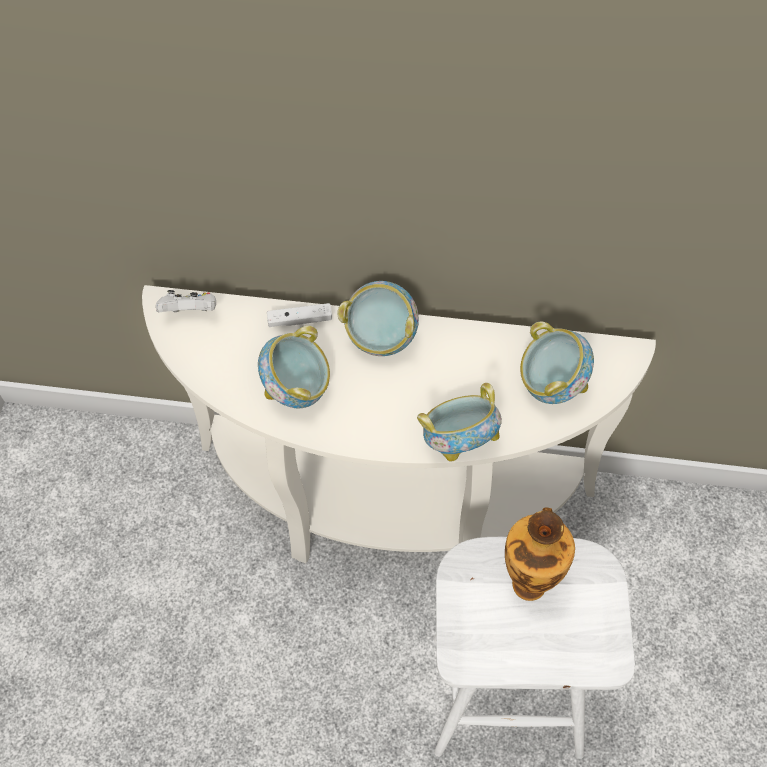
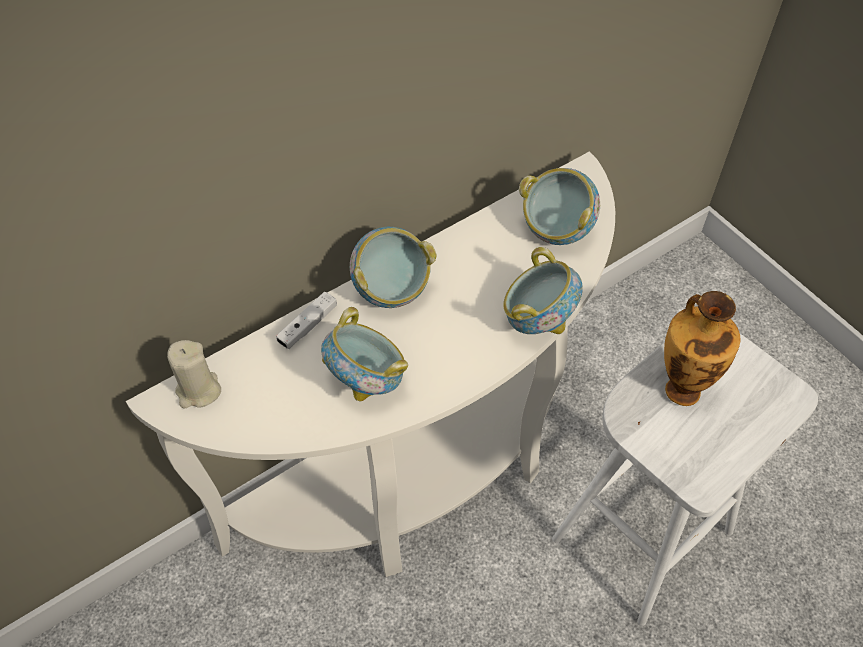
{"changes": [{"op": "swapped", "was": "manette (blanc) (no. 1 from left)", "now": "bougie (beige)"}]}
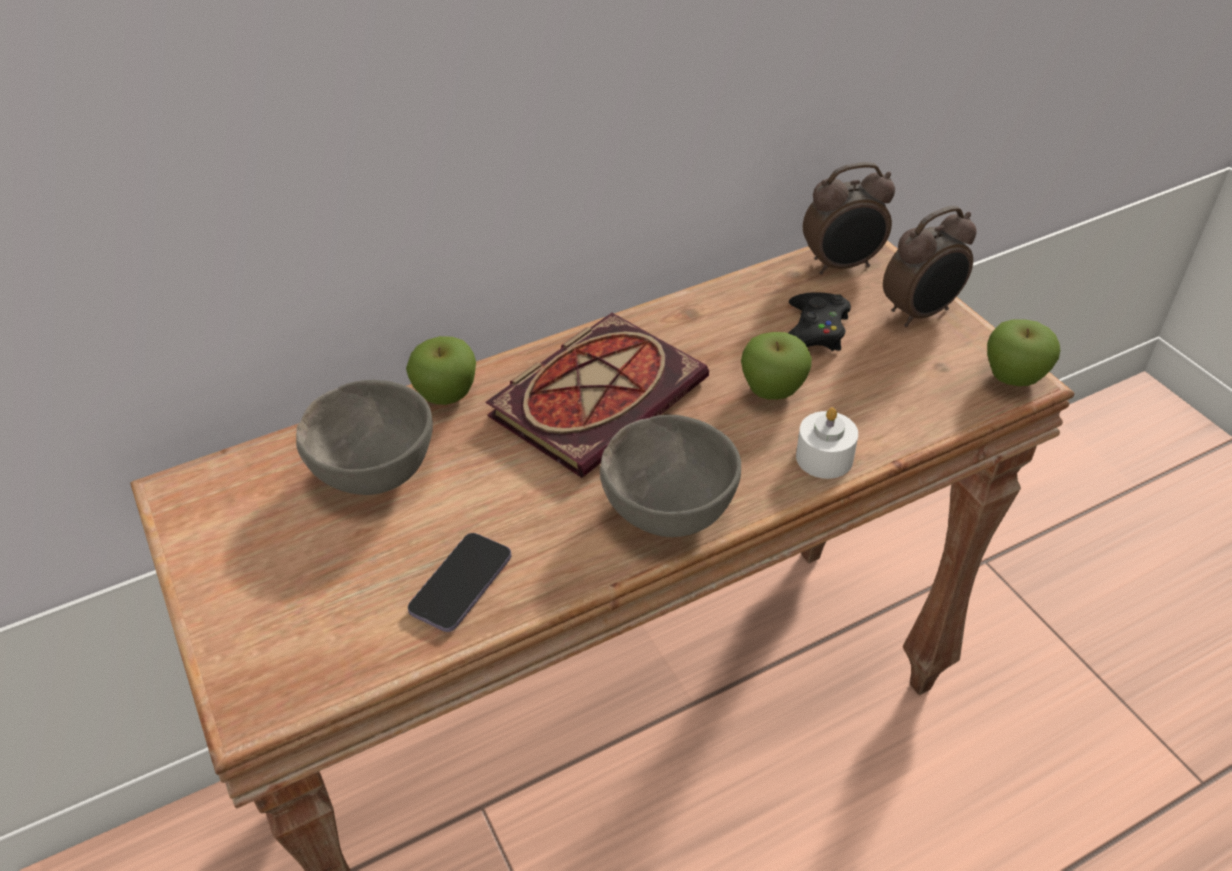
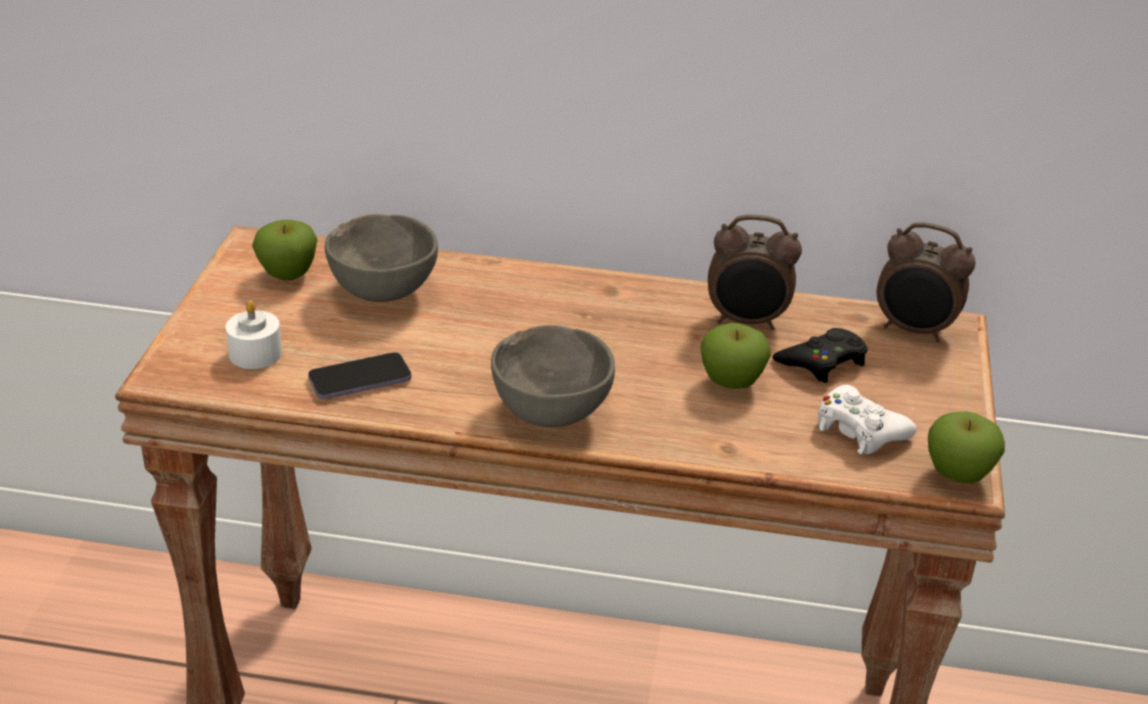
{"changes": [{"op": "shifted", "was": "réveil (no. 2 from left in the first image)", "now": "réveil (no. 1 from left)"}, {"op": "gone", "was": "livre"}, {"op": "shifted", "was": "pomme (no. 1 from left)"}, {"op": "shifted", "was": "bougie (blanc)"}, {"op": "new", "now": "manette (blanc)"}]}
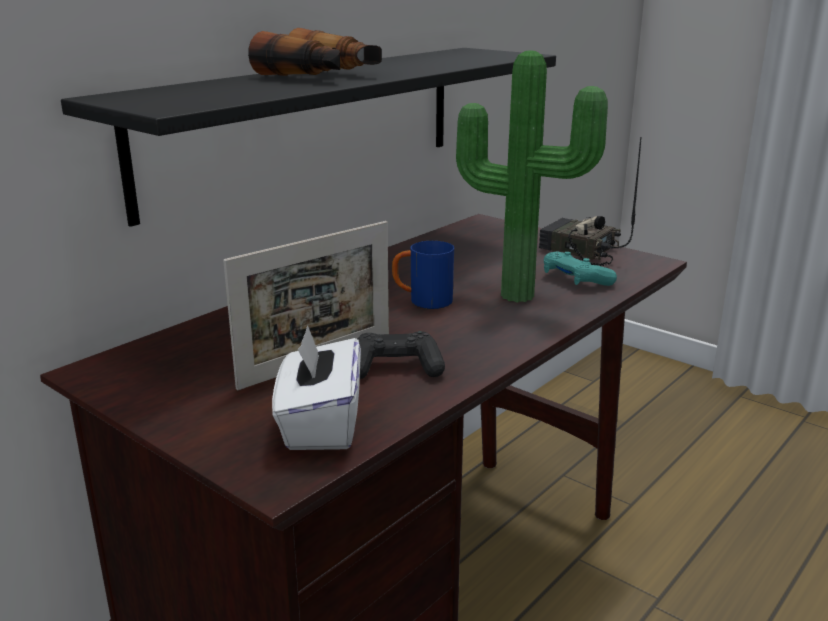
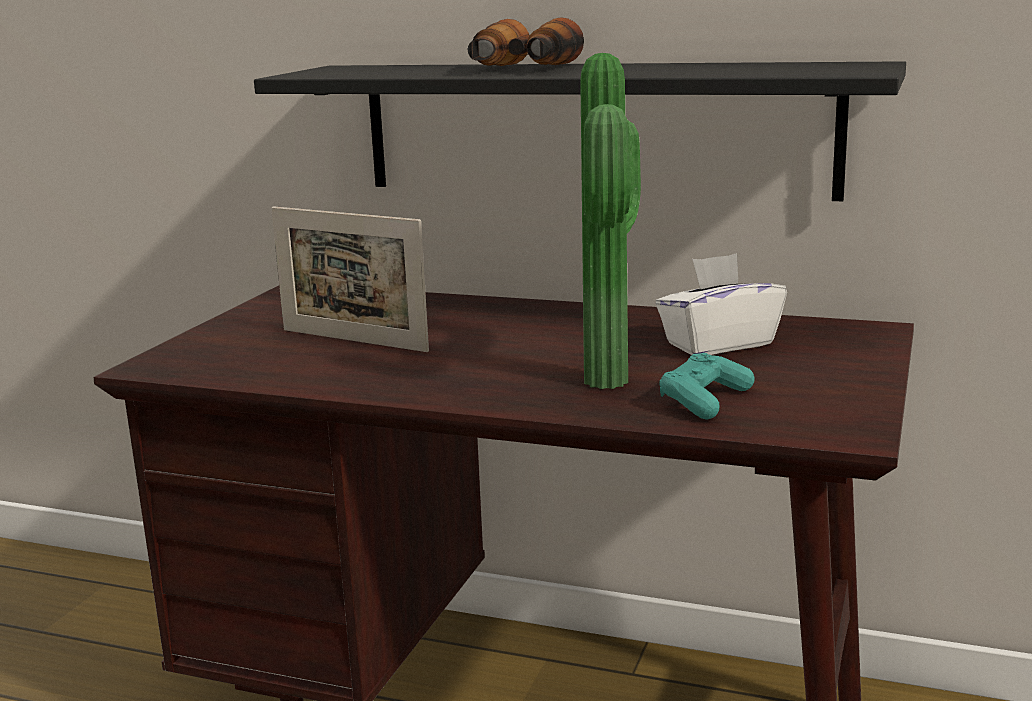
{"changes": [{"op": "gone", "was": "radio"}, {"op": "gone", "was": "mug (bleu)"}, {"op": "shifted", "was": "boîte à mouchoirs (blanc)"}, {"op": "gone", "was": "manette (noir)"}]}
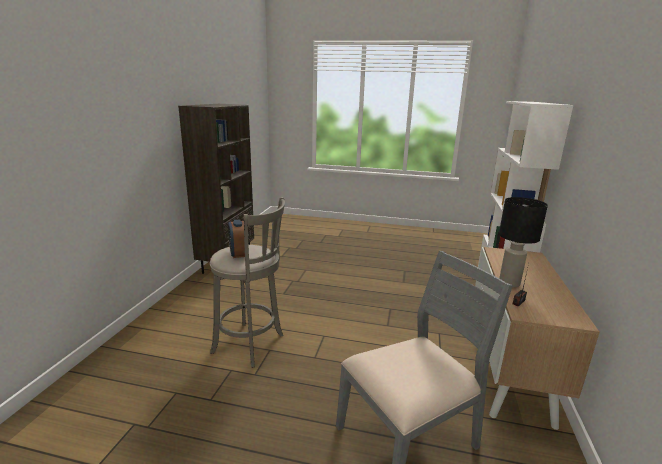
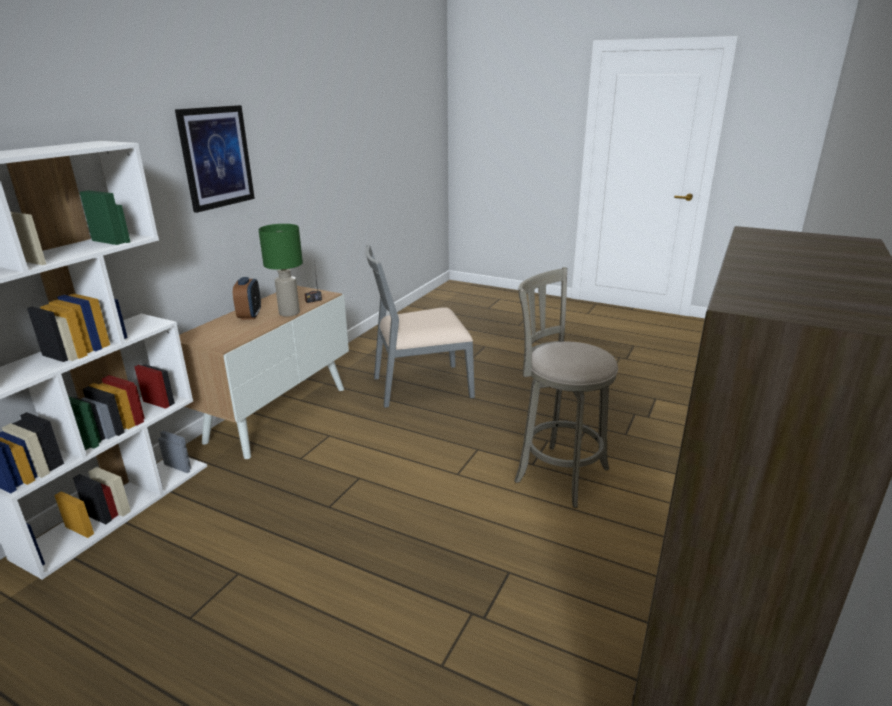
{"changes": [{"op": "repainted", "was": "lampe de table (noir)", "now": "lampe de table (vert)"}, {"op": "shifted", "was": "réveil"}, {"op": "new", "now": "tableau"}]}
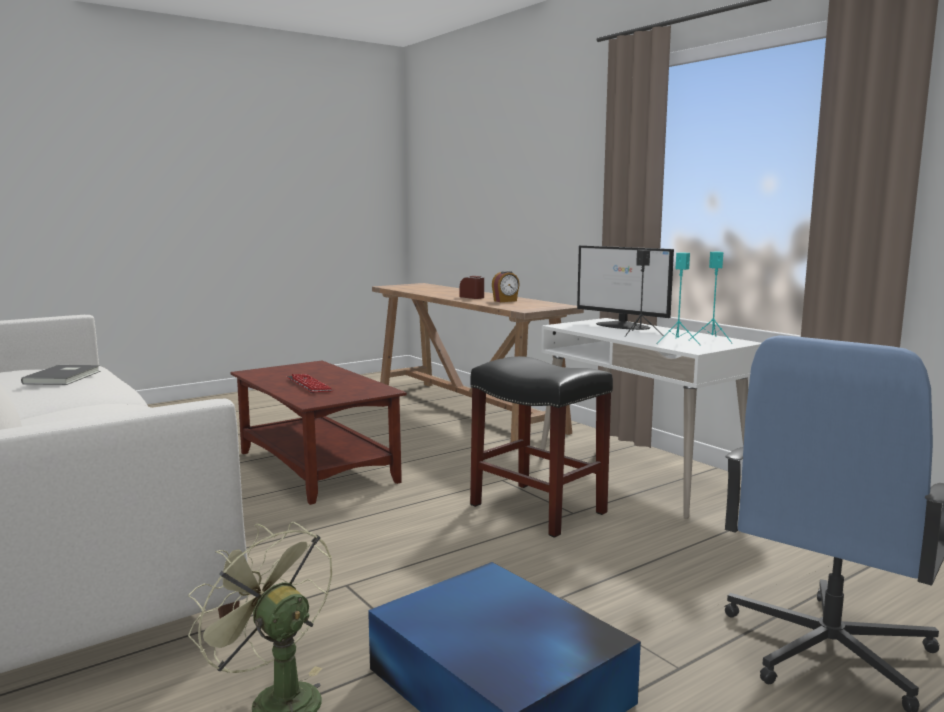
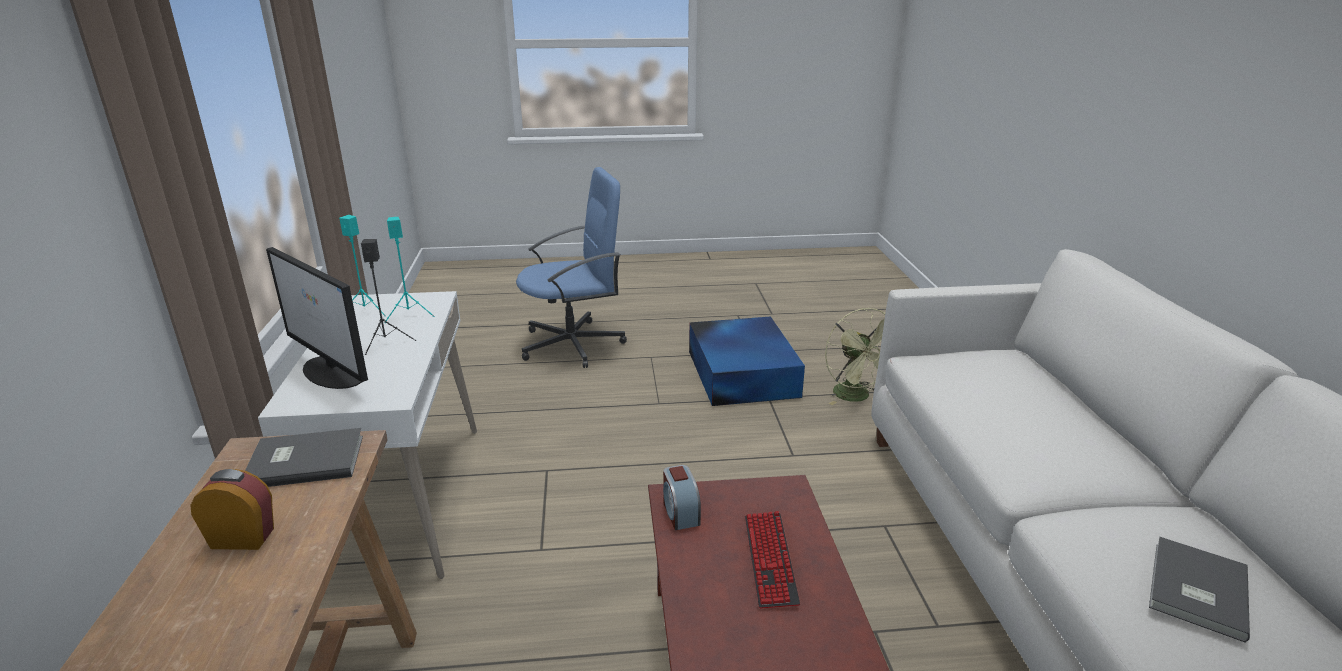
{"changes": [{"op": "rotated", "was": "écran d'ordinateur", "clockwise": 150}, {"op": "shifted", "was": "réveil (no. 1 from left in the first image)", "now": "réveil (no. 2 from left)"}, {"op": "gone", "was": "tabouret (noir)"}, {"op": "new", "now": "livre (gris) (no. 1 from left)"}]}
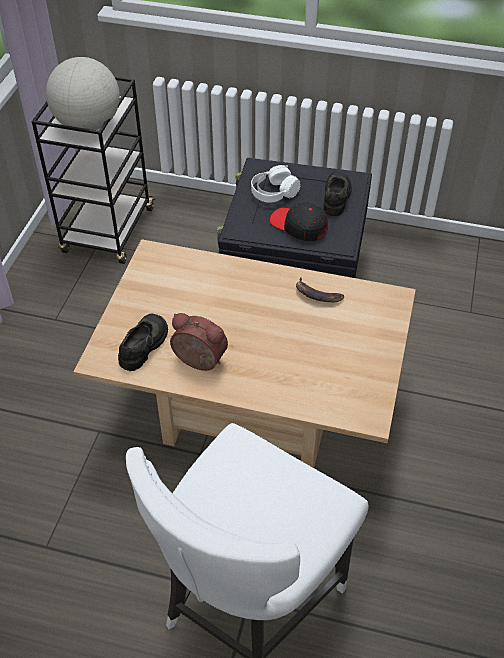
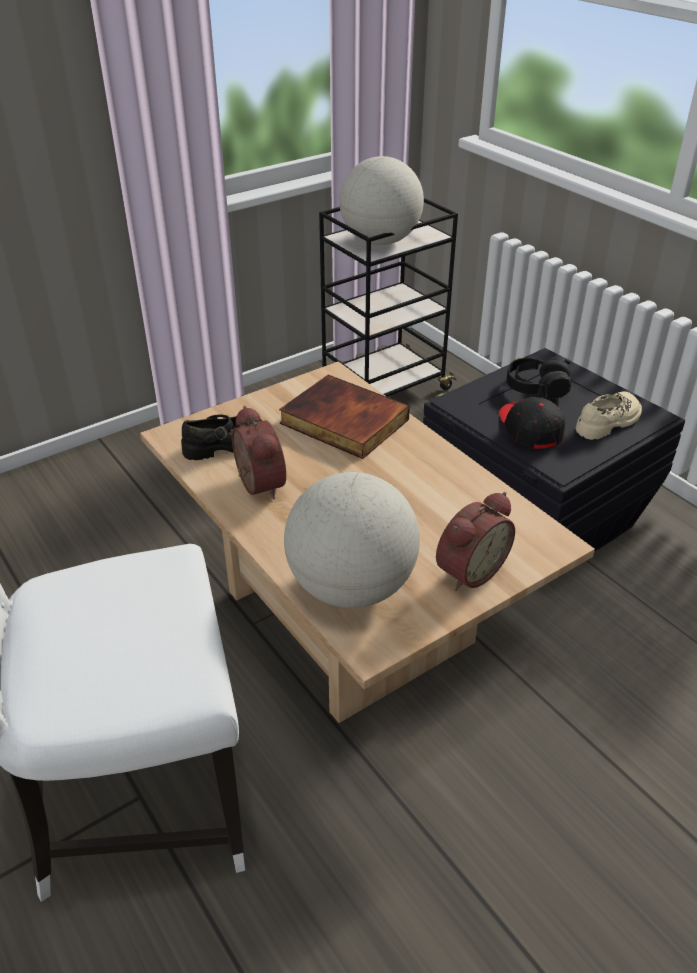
{"changes": [{"op": "repainted", "was": "casque audio (blanc)", "now": "casque audio (noir)"}, {"op": "repainted", "was": "chaussure (noir) (no. 2 from left)", "now": "chaussure (beige)"}, {"op": "gone", "was": "banane"}, {"op": "new", "now": "livre"}, {"op": "new", "now": "globe (no. 1 from left)"}, {"op": "new", "now": "réveil (no. 2 from left)"}]}
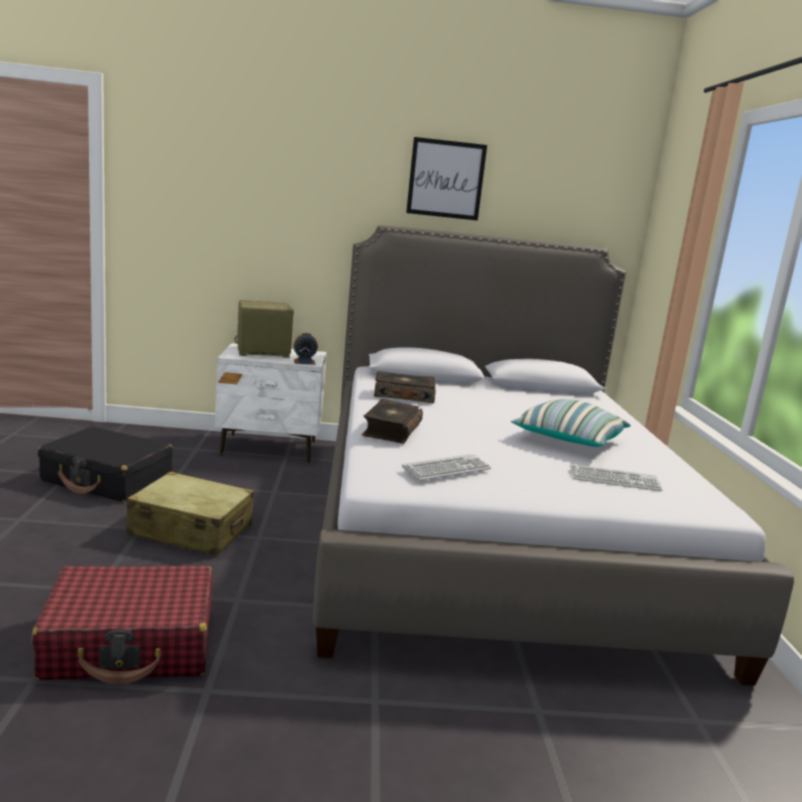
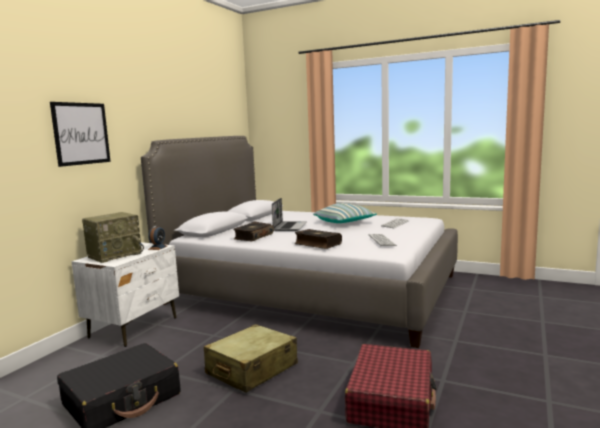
{"changes": [{"op": "shifted", "was": "tableau"}, {"op": "rotated", "was": "radio", "clockwise": -150}, {"op": "new", "now": "ordinateur portable"}]}
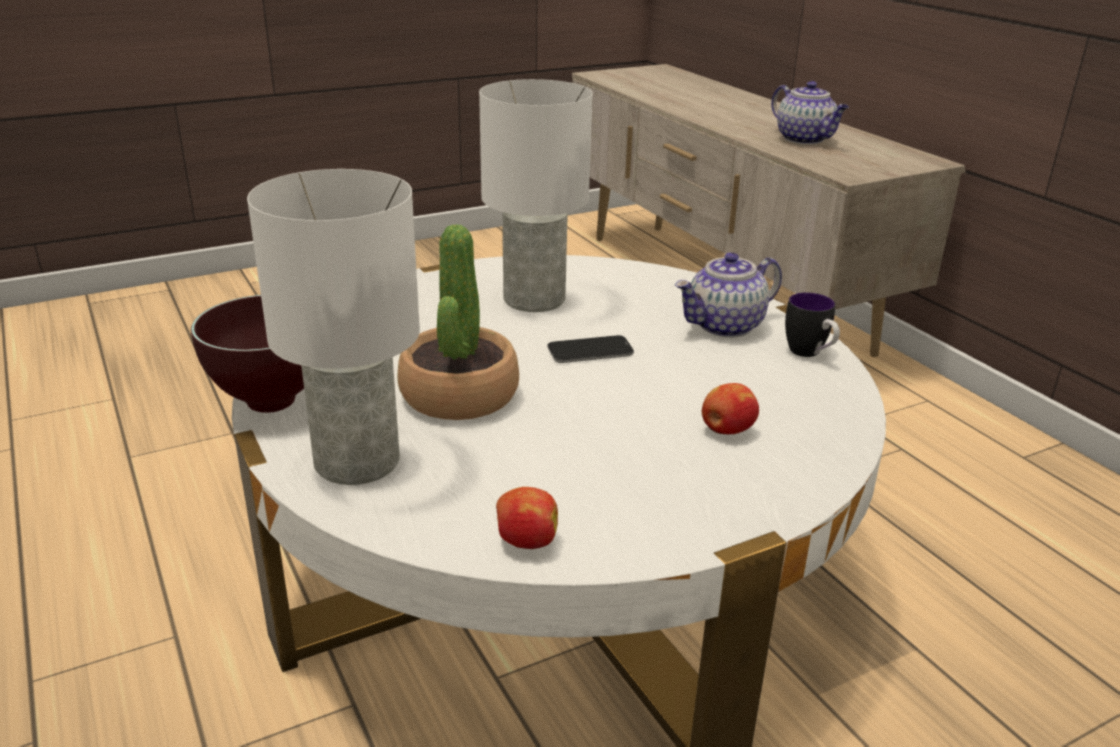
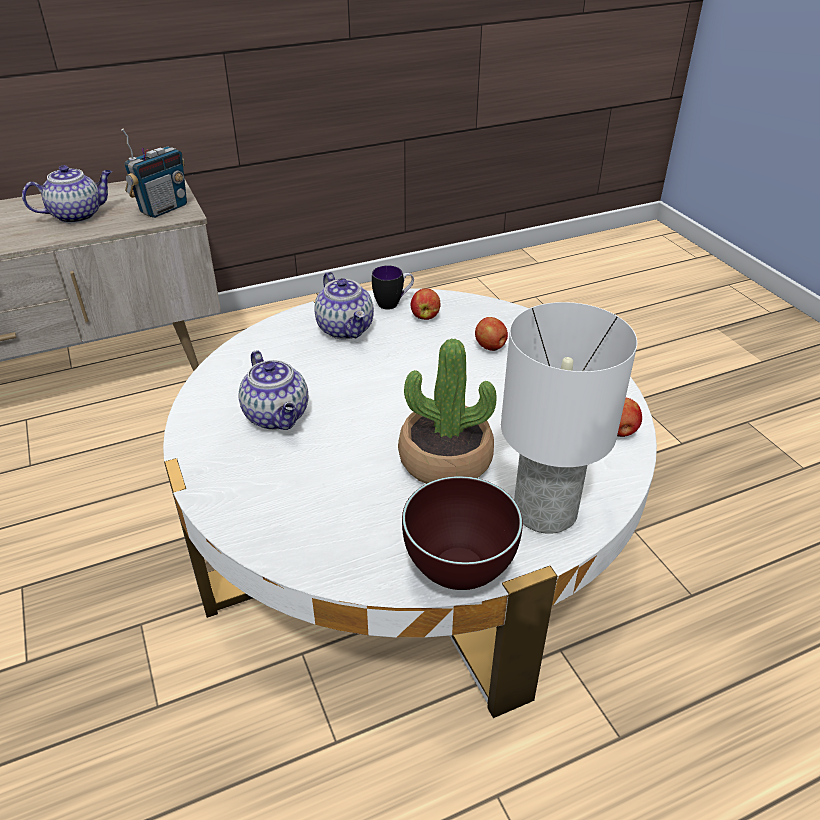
{"changes": [{"op": "swapped", "was": "lampe de table (blanc) (no. 2 from left)", "now": "théière (no. 2 from left)"}, {"op": "gone", "was": "téléphone"}, {"op": "new", "now": "radio"}, {"op": "new", "now": "pomme (no. 1 from left)"}]}
